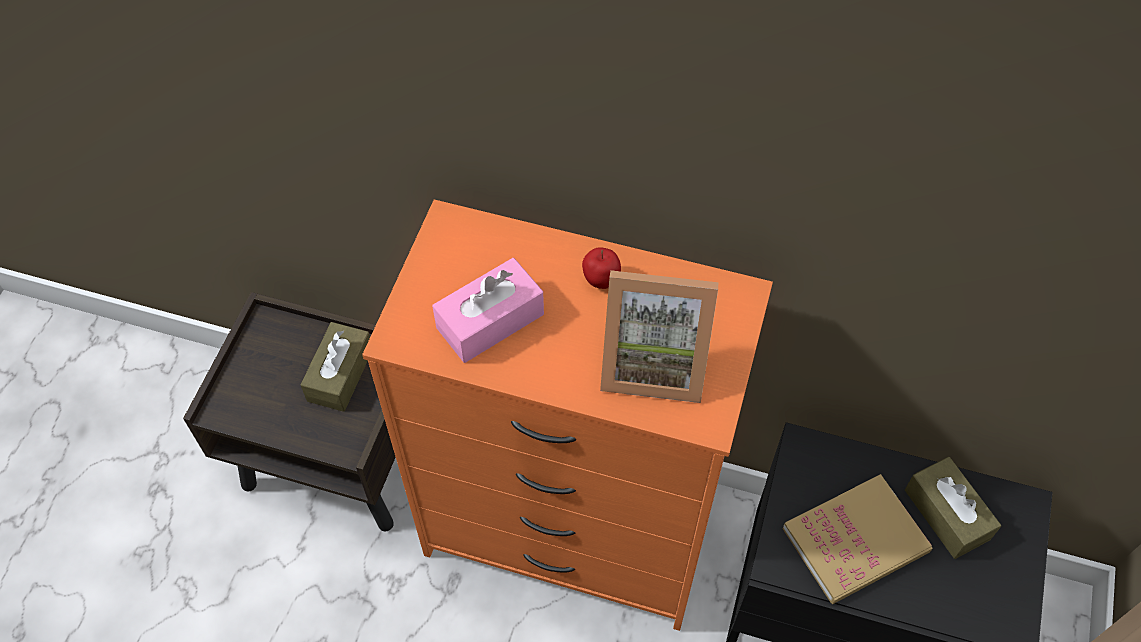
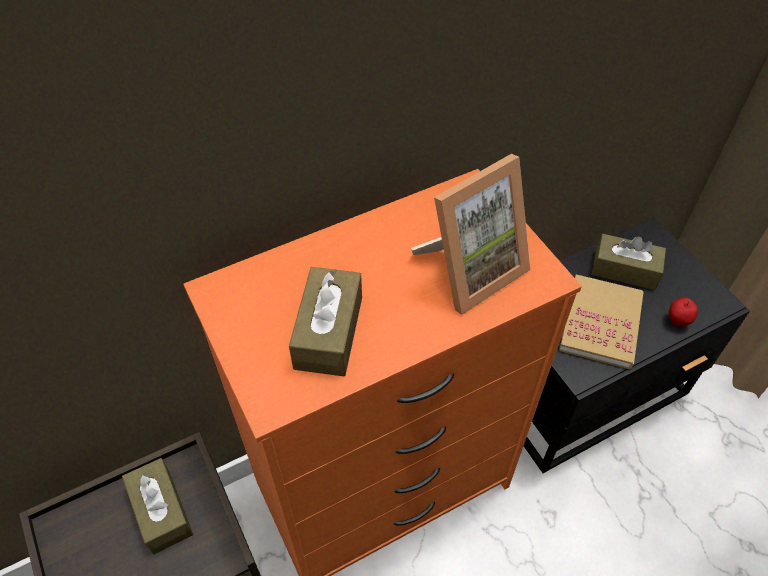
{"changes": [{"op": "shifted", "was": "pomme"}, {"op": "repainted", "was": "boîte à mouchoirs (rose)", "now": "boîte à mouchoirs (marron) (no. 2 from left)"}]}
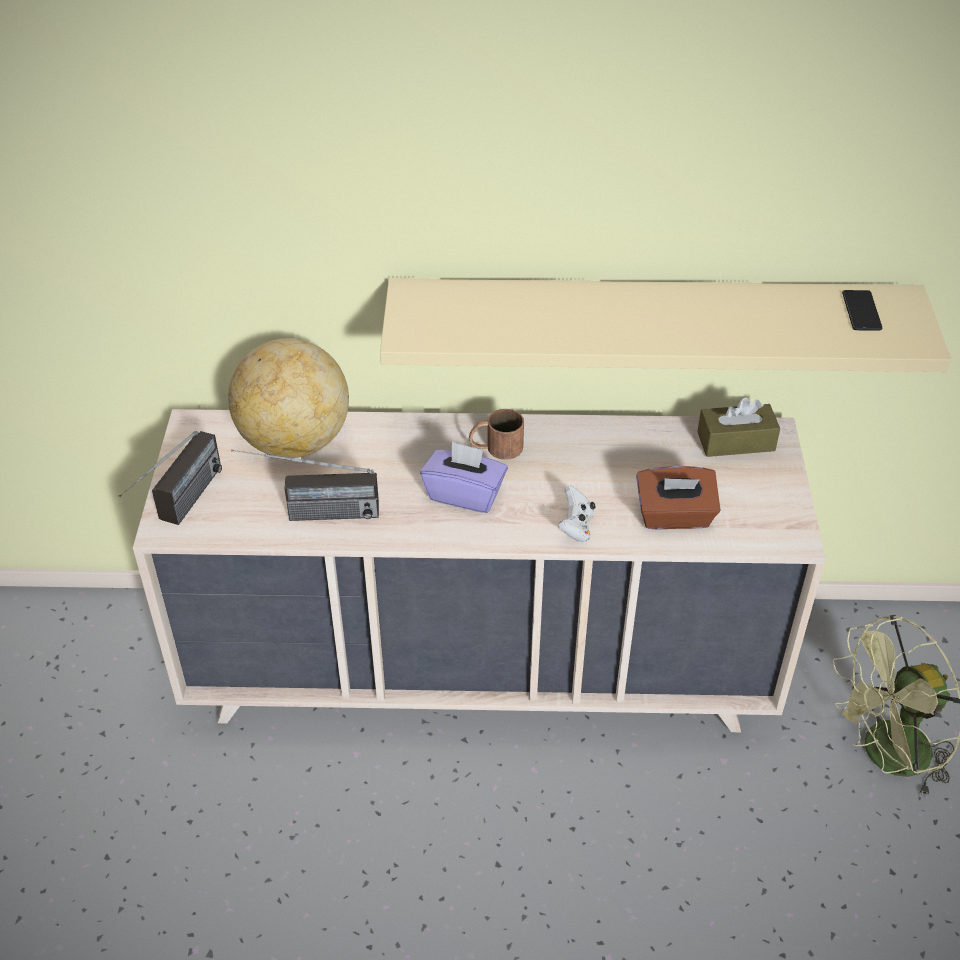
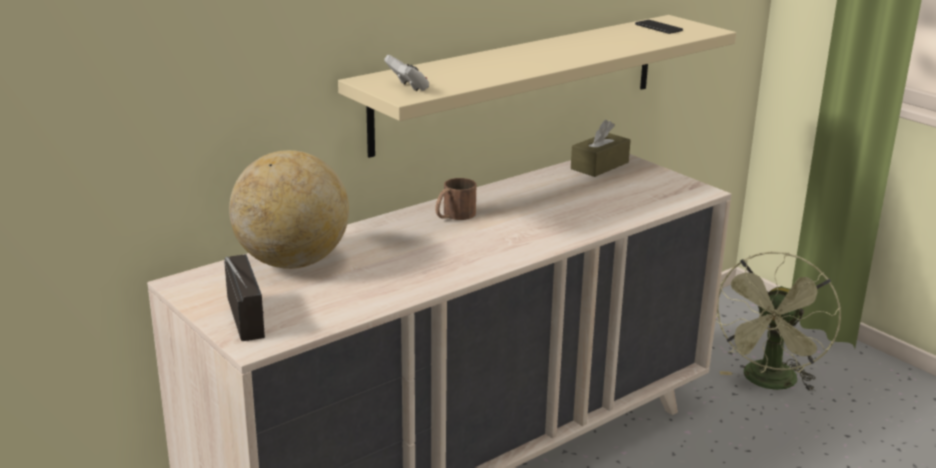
{"changes": [{"op": "gone", "was": "boîte à mouchoirs (violet)"}, {"op": "gone", "was": "radio (no. 2 from left)"}, {"op": "gone", "was": "boîte à mouchoirs (marron) (no. 1 from left)"}, {"op": "shifted", "was": "manette (blanc)"}]}
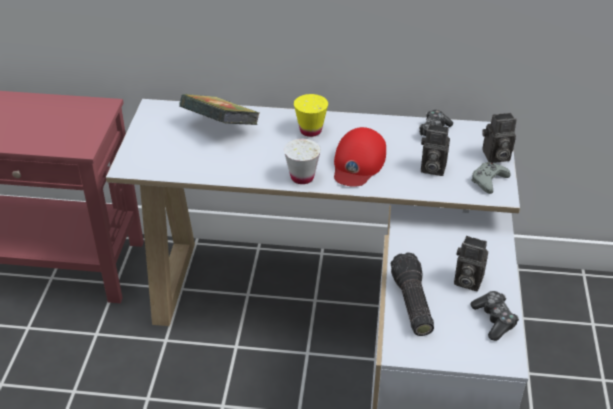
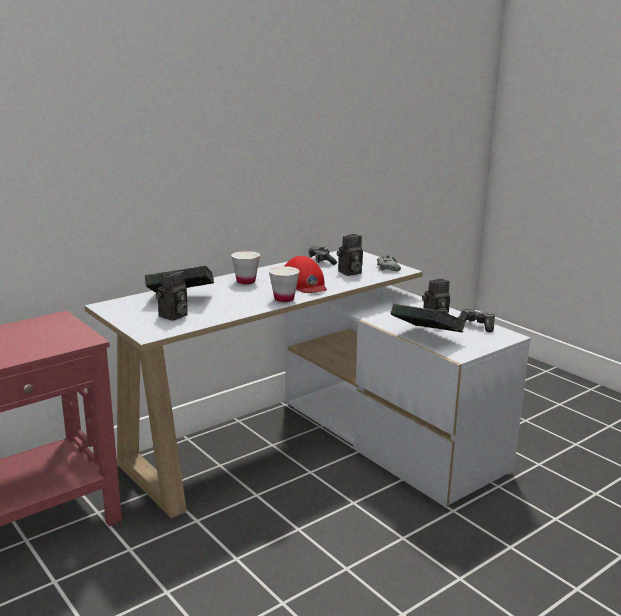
{"changes": [{"op": "repainted", "was": "tasse (jaune)", "now": "tasse (blanc) (no. 1 from left)"}, {"op": "shifted", "was": "appareil photo (no. 3 from left in the first image)", "now": "appareil photo (no. 1 from left)"}, {"op": "swapped", "was": "lampe de poche", "now": "livre (no. 2 from left)"}]}
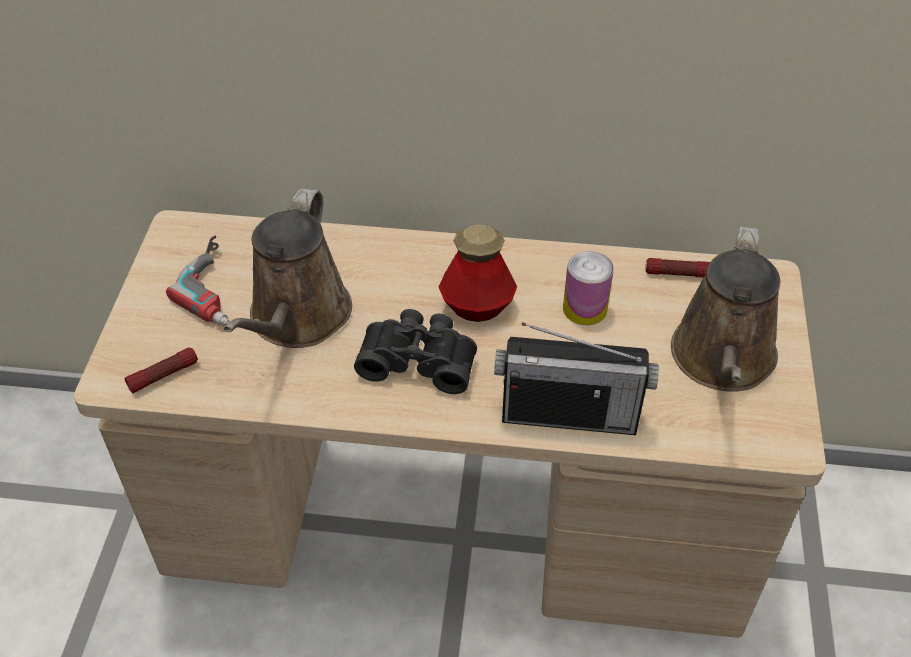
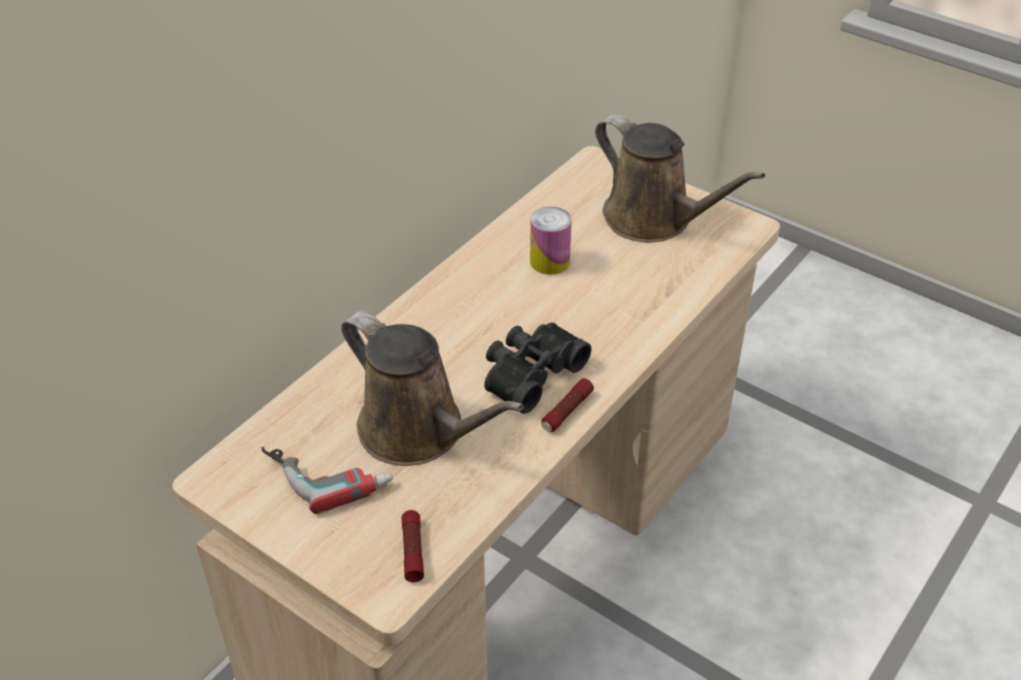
{"changes": [{"op": "gone", "was": "bouteille"}, {"op": "shifted", "was": "lampe de poche (no. 2 from left)"}, {"op": "gone", "was": "radio"}]}
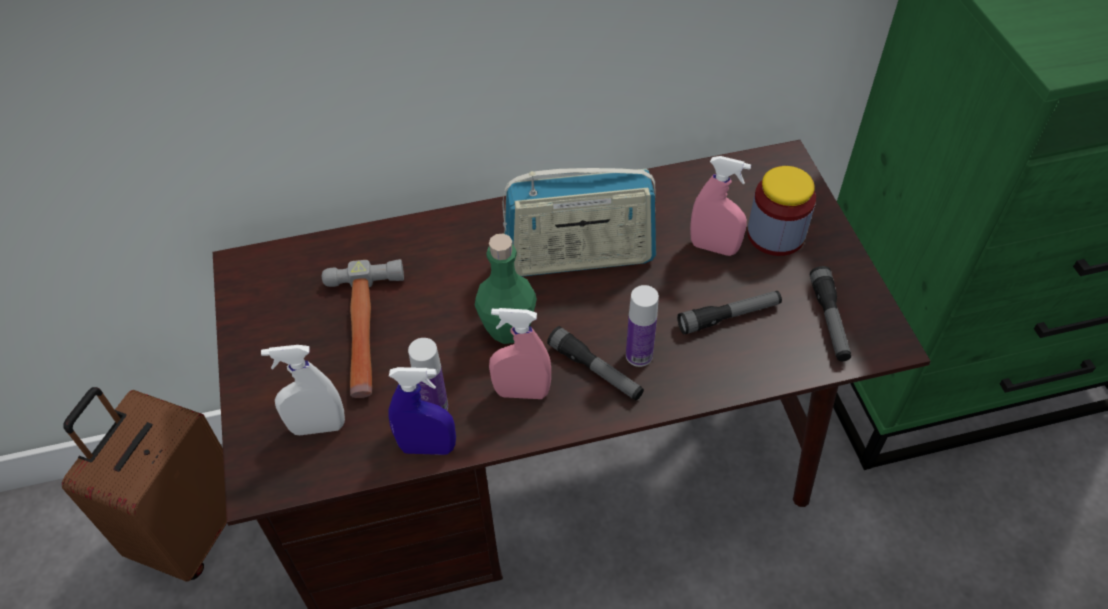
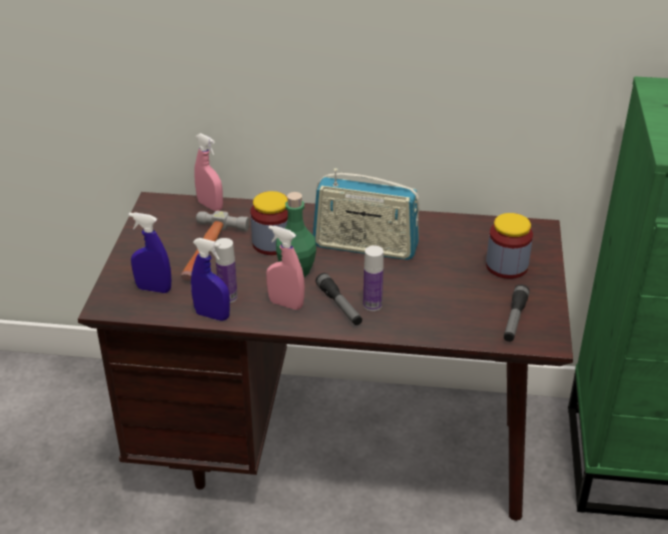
{"changes": [{"op": "shifted", "was": "vaporisateur (rose) (no. 2 from left in the first image)", "now": "vaporisateur (rose) (no. 1 from left)"}, {"op": "gone", "was": "lampe de poche (no. 2 from left)"}, {"op": "repainted", "was": "vaporisateur (blanc)", "now": "vaporisateur (bleu) (no. 1 from left)"}, {"op": "gone", "was": "valise (marron)"}, {"op": "new", "now": "bocal (no. 1 from left)"}]}
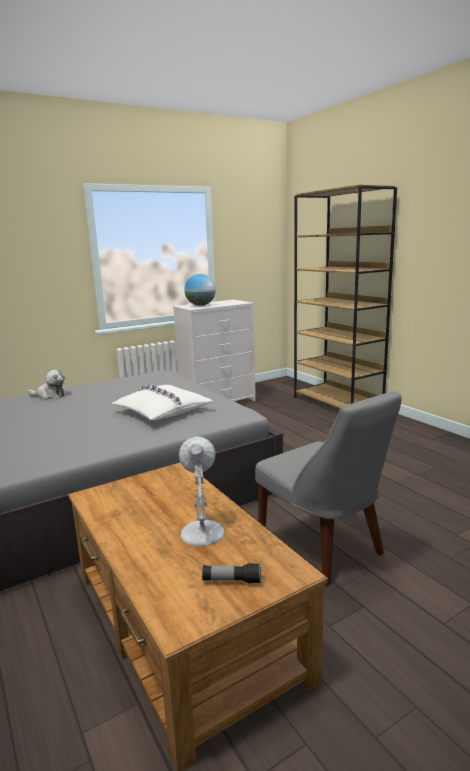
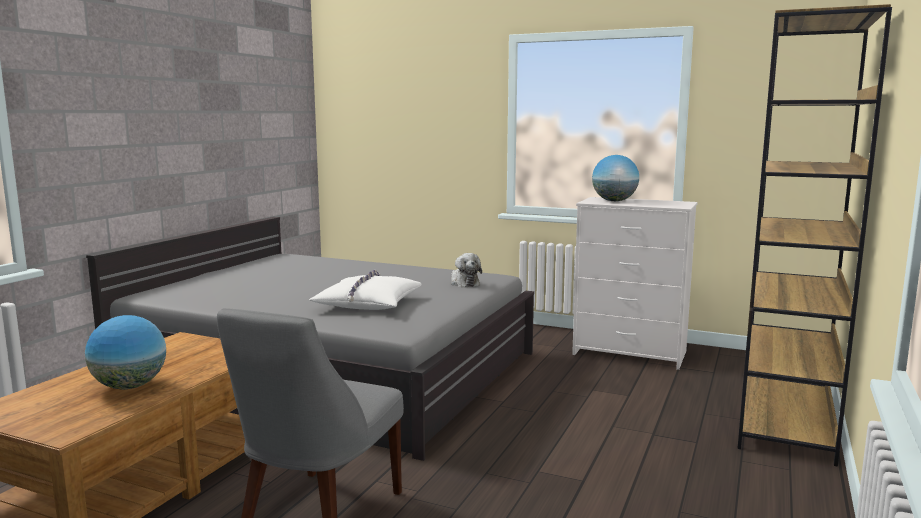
{"changes": [{"op": "shifted", "was": "peluche"}, {"op": "swapped", "was": "lampe de table (blanc)", "now": "globe (no. 1 from left)"}, {"op": "gone", "was": "lampe de poche"}]}
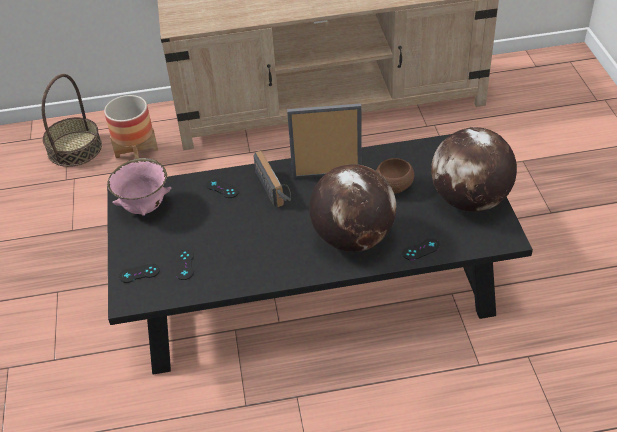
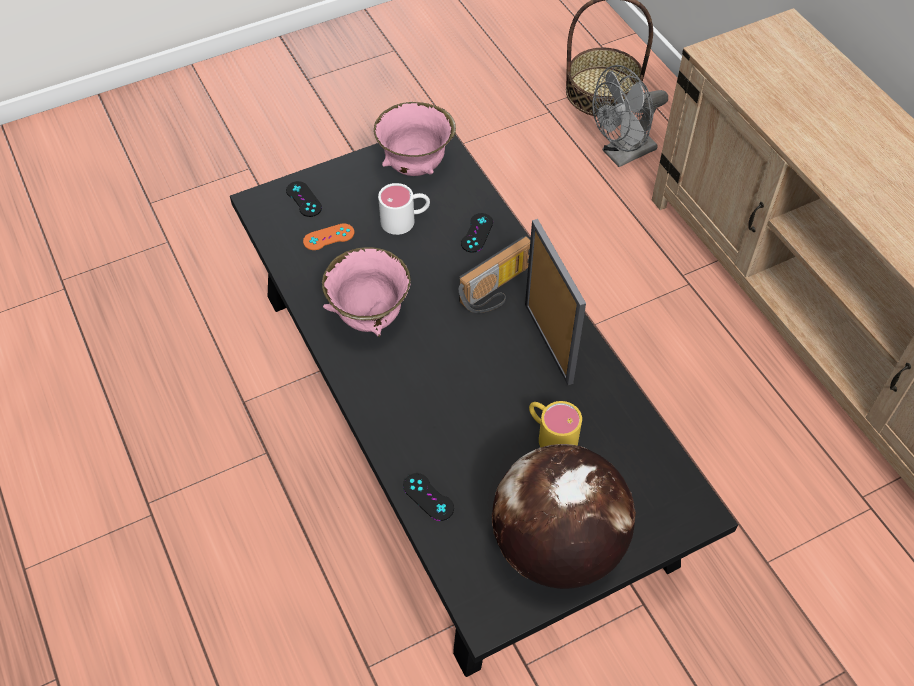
{"changes": [{"op": "swapped", "was": "cache-pot", "now": "ventilateur (gris)"}, {"op": "swapped", "was": "bol (marron)", "now": "mug (jaune)"}, {"op": "gone", "was": "globe (no. 1 from left)"}, {"op": "repainted", "was": "manette (noir) (no. 2 from left)", "now": "manette (orange)"}, {"op": "new", "now": "mug (blanc)"}, {"op": "new", "now": "bol (rose) (no. 1 from left)"}]}
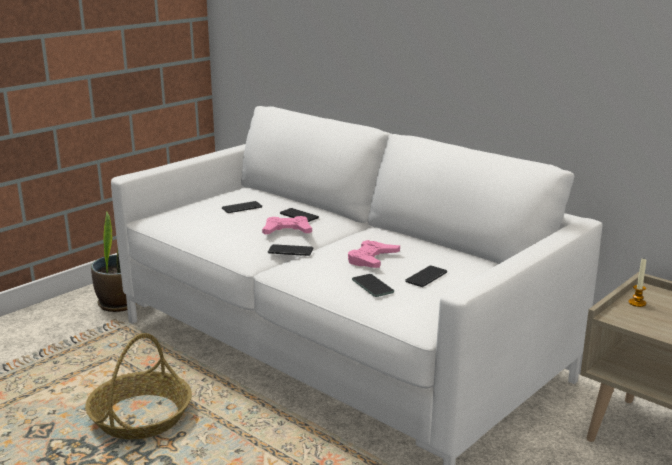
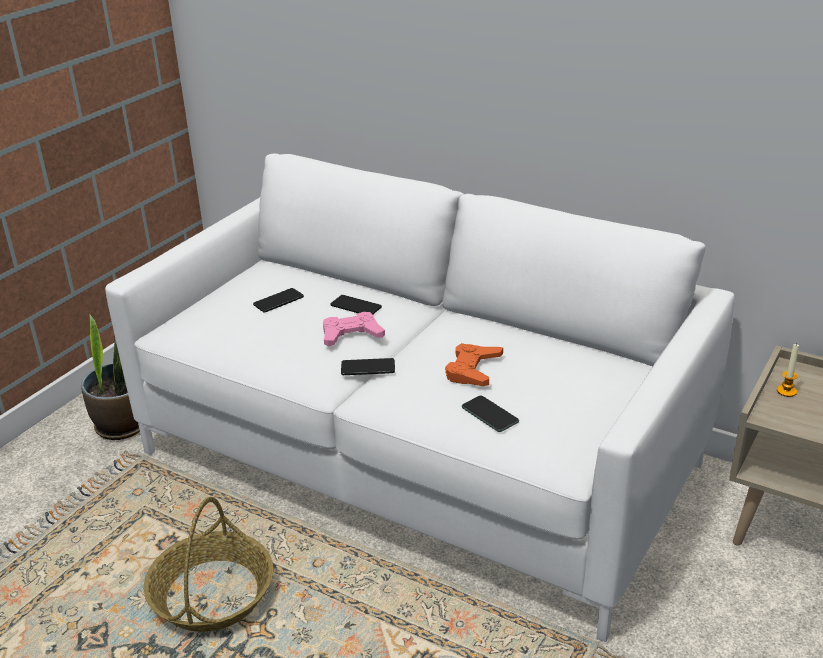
{"changes": [{"op": "repainted", "was": "manette (rose) (no. 2 from left)", "now": "manette (orange)"}, {"op": "gone", "was": "téléphone (no. 5 from left)"}]}
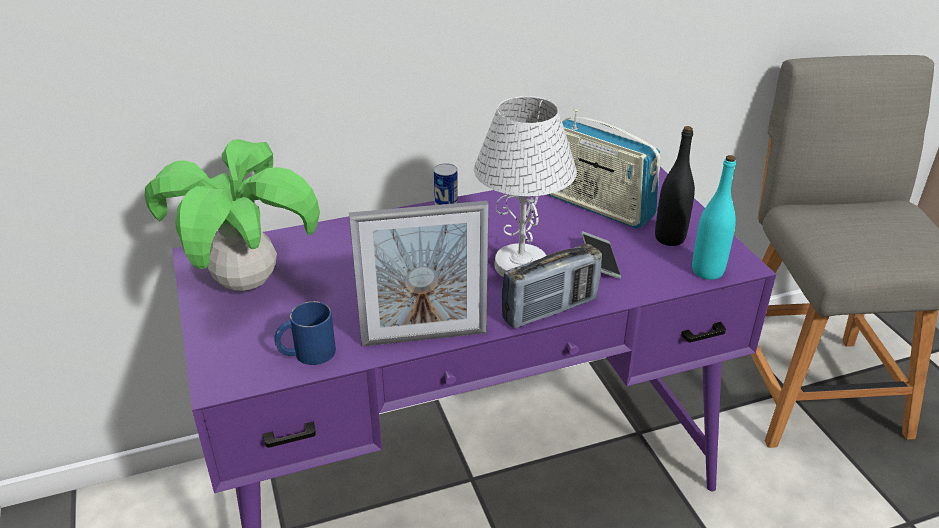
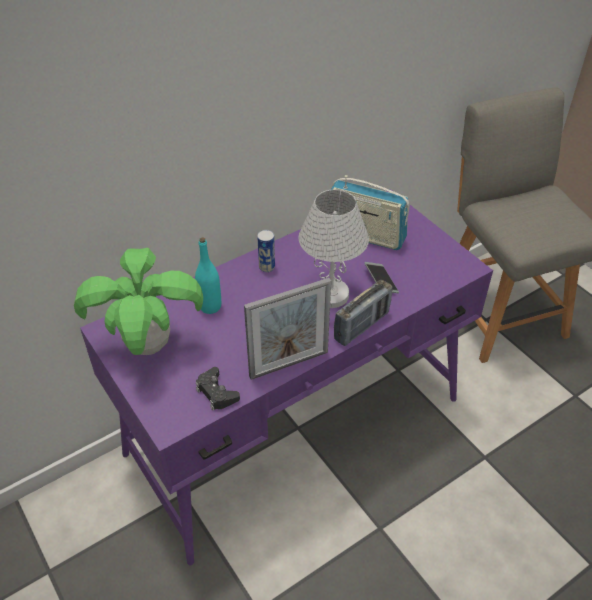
{"changes": [{"op": "gone", "was": "bouteille (noir)"}, {"op": "shifted", "was": "bouteille (turquoise)"}, {"op": "swapped", "was": "mug (bleu)", "now": "manette (noir)"}]}
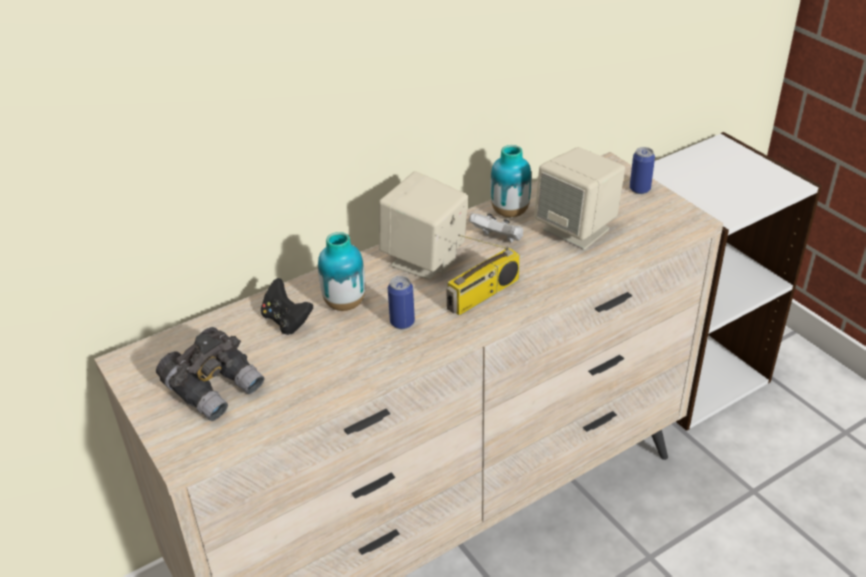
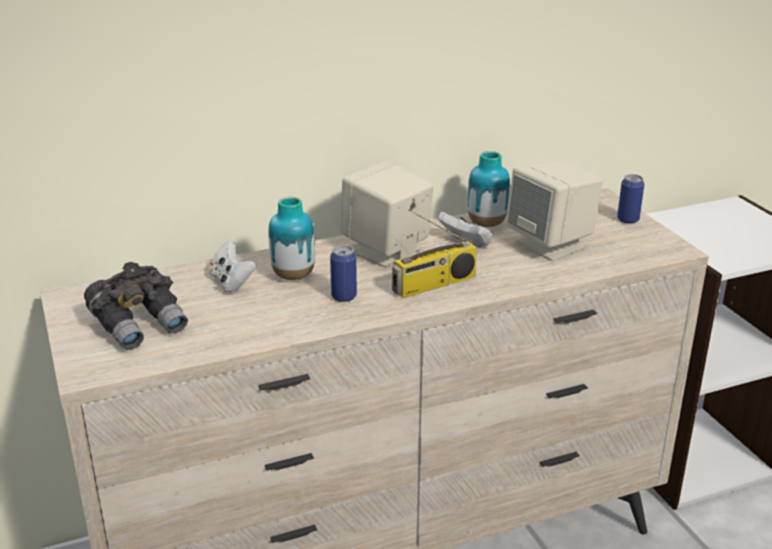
{"changes": [{"op": "repainted", "was": "manette (noir)", "now": "manette (blanc) (no. 1 from left)"}]}
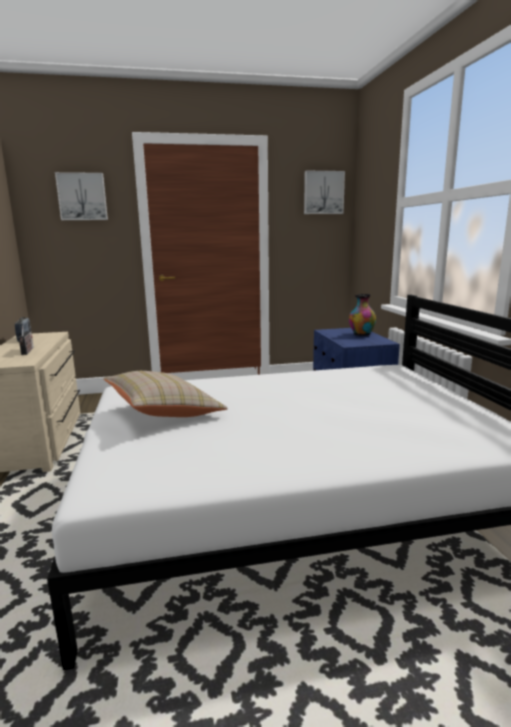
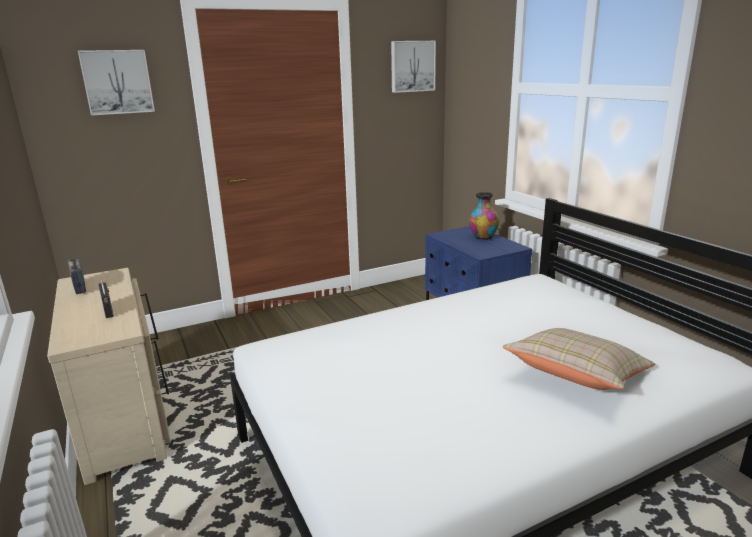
{"changes": [{"op": "shifted", "was": "coussin (beige)"}]}
